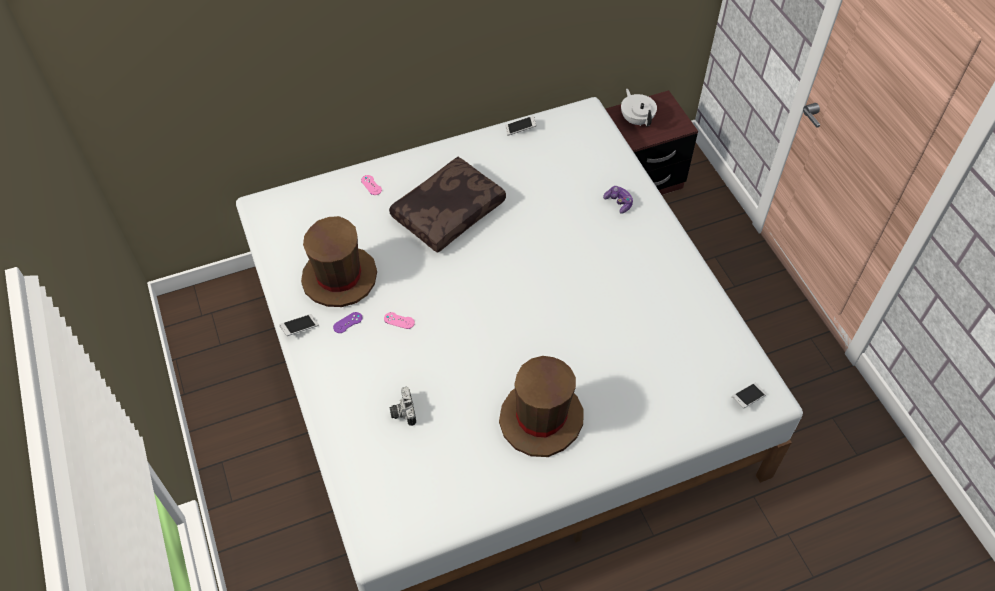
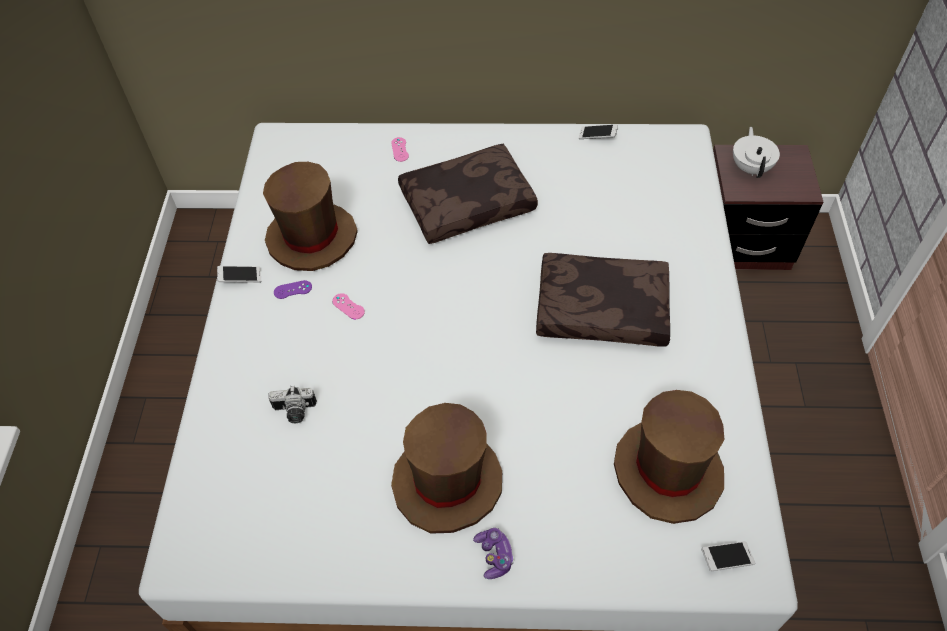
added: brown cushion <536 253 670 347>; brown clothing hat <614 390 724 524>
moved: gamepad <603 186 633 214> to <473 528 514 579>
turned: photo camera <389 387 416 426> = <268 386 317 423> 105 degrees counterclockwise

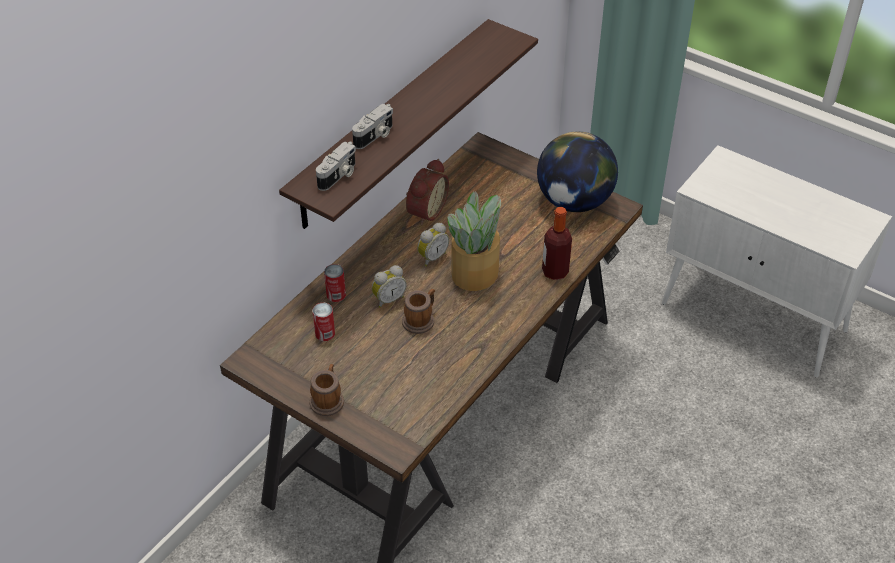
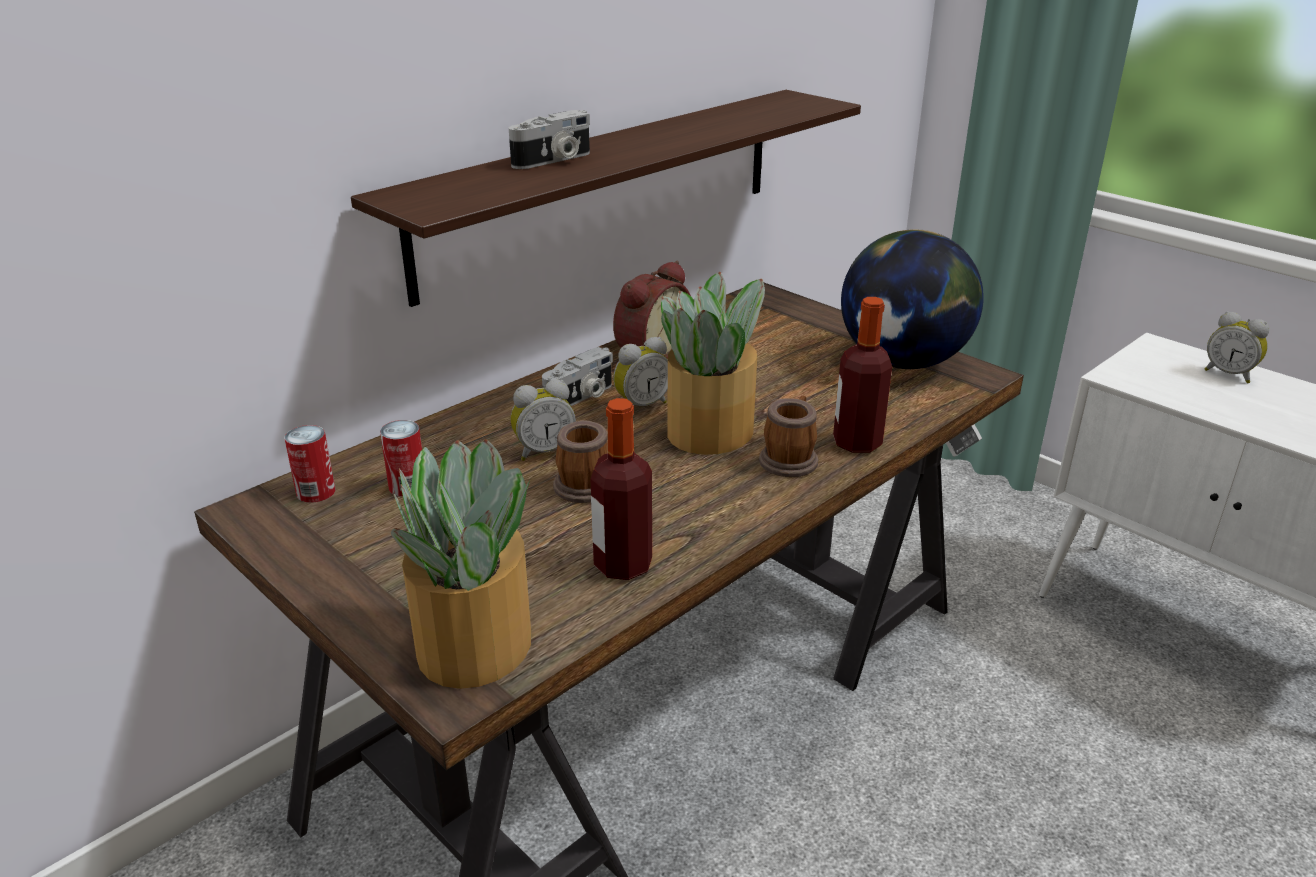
added: potted plant <391 439 531 689>; beverage bottle <590 398 652 580>; bedside clock <1205 311 1269 383>
moved: tea mug <310 364 344 416> to <759 396 818 477>; photo camera <316 142 356 191> to <542 347 613 406>; metal can <324 264 346 302> to <285 425 335 503>

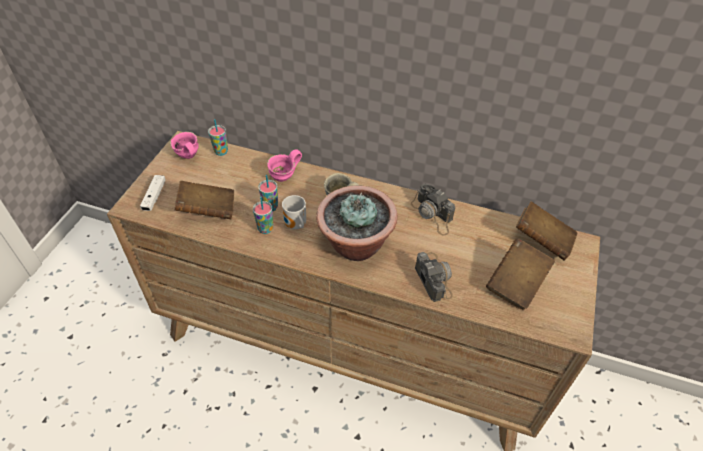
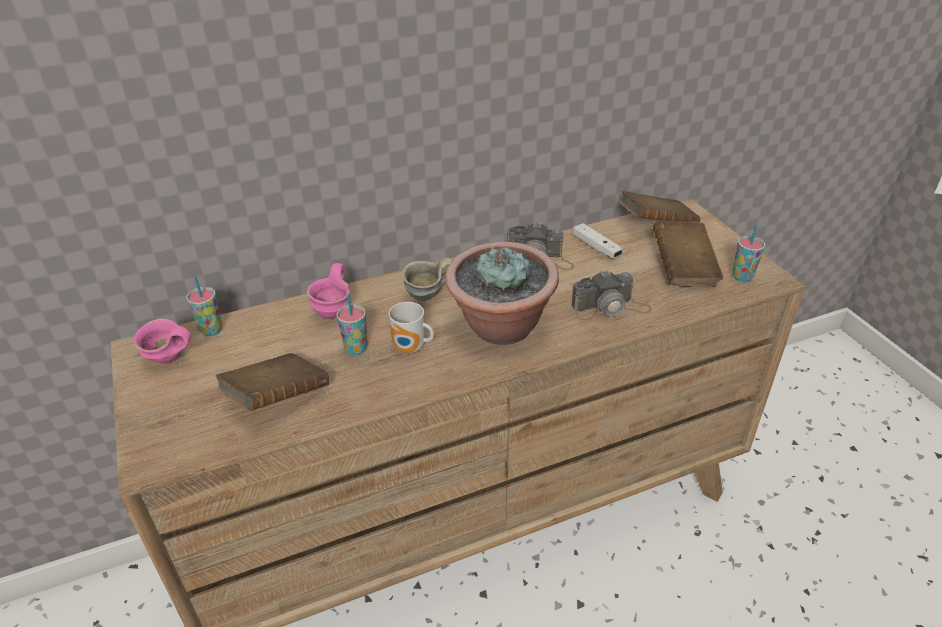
moved: white gamepad <140 175 166 211> to <573 223 623 259>; drinking cup <253 197 273 234> to <732 224 765 282>
turned: photo camera <415 252 453 302> = <571 270 652 320> 135 degrees clockwise

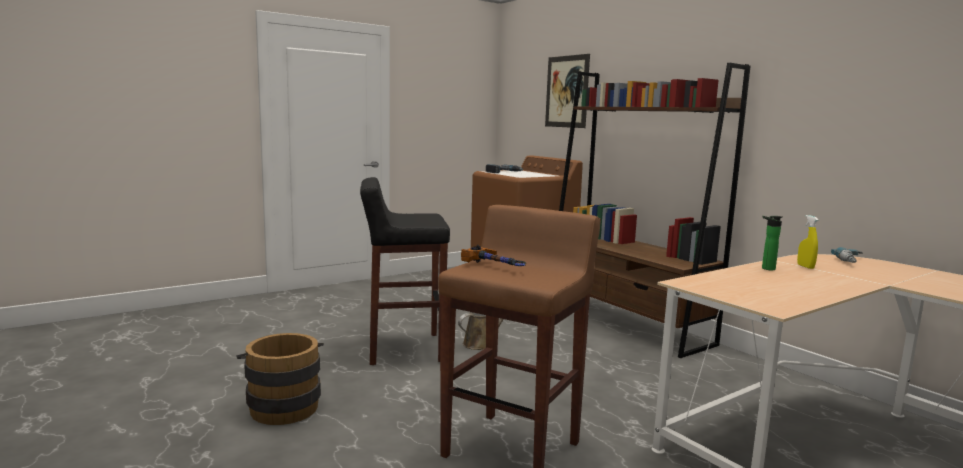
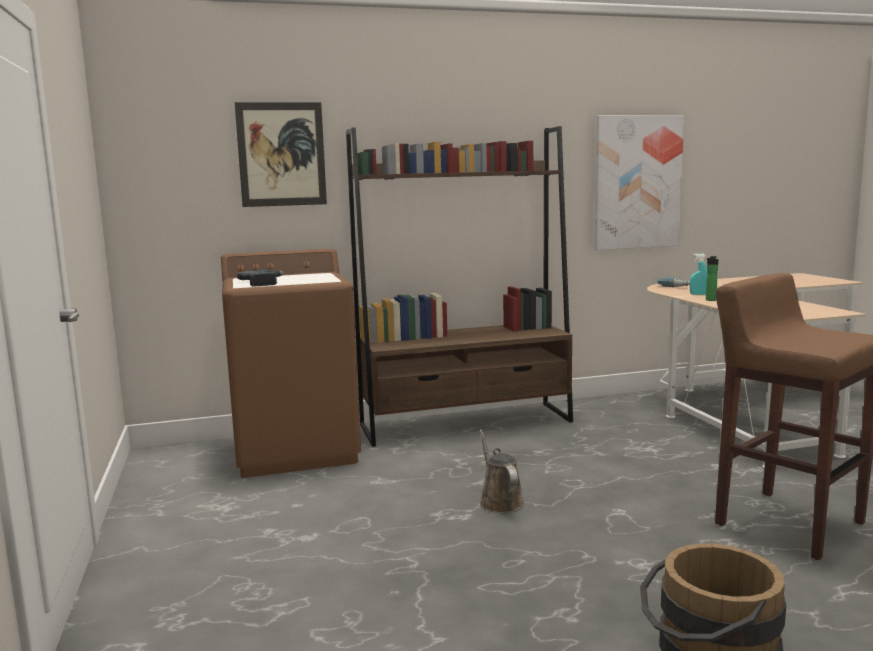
removed: black stool <360 177 450 365>; hammer <461 245 527 266>
added: wall art <595 115 684 250>
recoloured: yellowish spray bottle <797 215 818 269> to turquoise spray bottle <690 253 707 295>

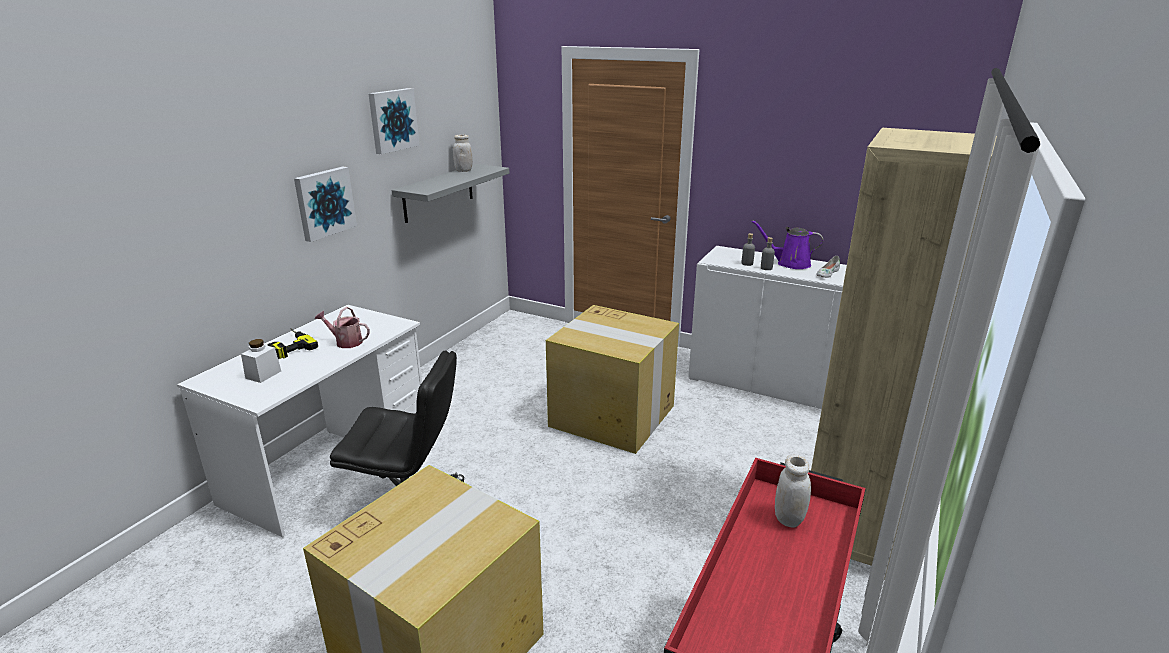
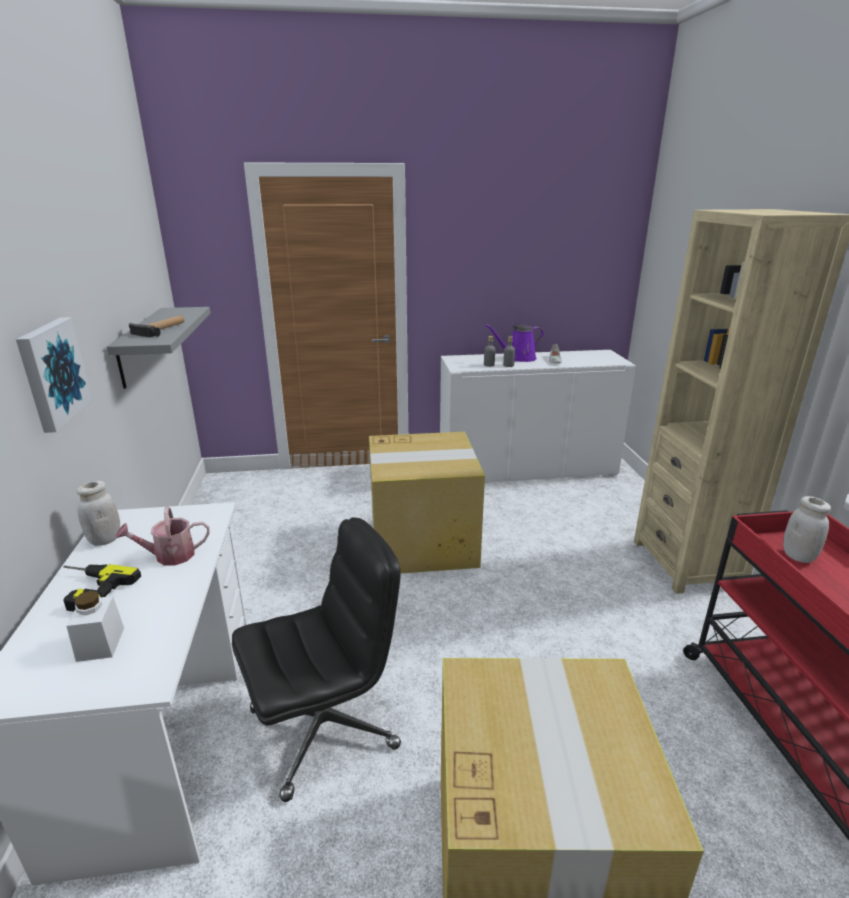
removed: wall art <368 88 419 154>
added: hammer <129 315 184 337>
moved: white preserve jar <453 135 473 172> to <76 481 120 546>

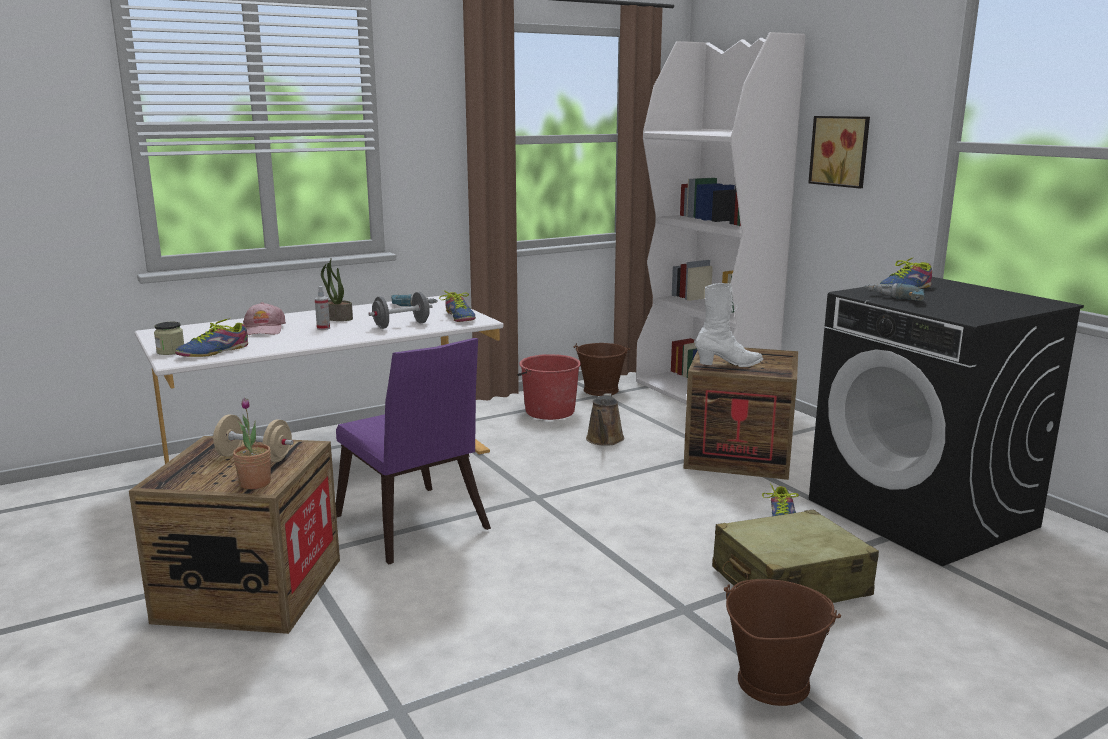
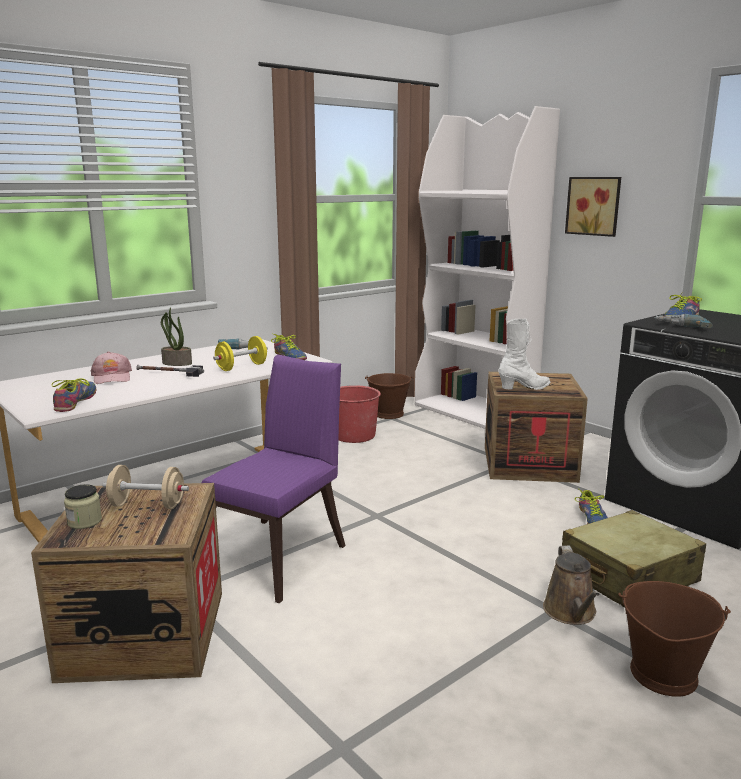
removed: potted plant <233 398 271 489>
moved: preserve jar <154 322 184 355> to <64 484 102 529>; brown watering pot <586 393 625 446> to <543 545 600 625>
replaced: spray bottle <315 286 330 330> to hammer <136 365 204 377>
recoloured: gray hand weight <368 292 432 329> to yellowish hand weight <213 336 268 371>
turned: shoe <175 318 248 357> = <51 378 96 412> 150 degrees clockwise; purple plain chair <336 338 491 564> = <201 354 346 603> 105 degrees counterclockwise

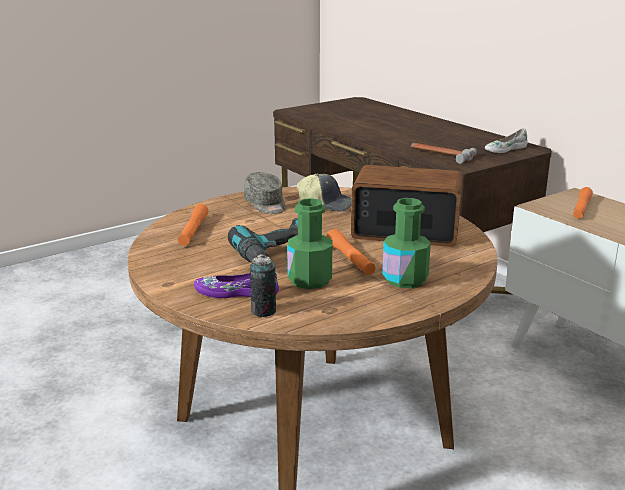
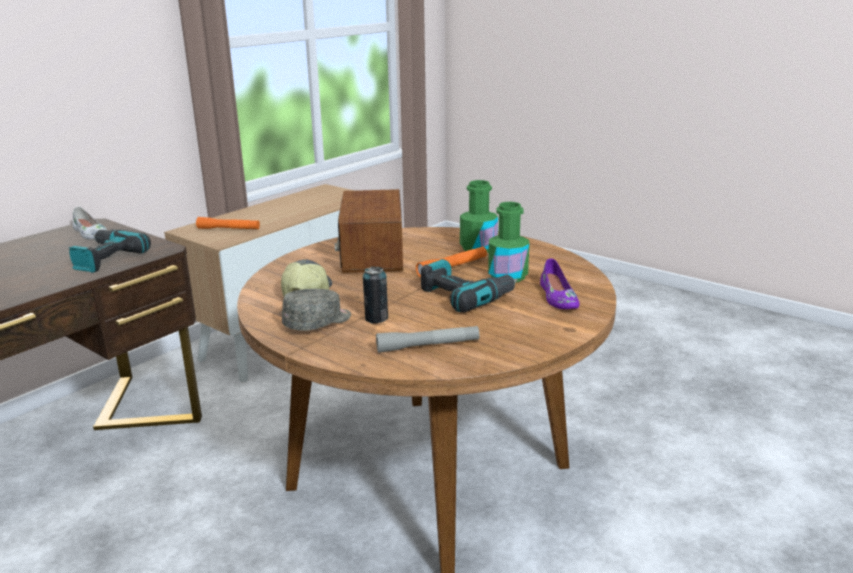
moved: metal can <250 256 276 317> to <363 266 388 323>
replaced: hammer <411 143 477 164> to electric drill <69 229 151 273>
recoloured: orange torch <178 204 209 246> to gray torch <376 326 479 353>

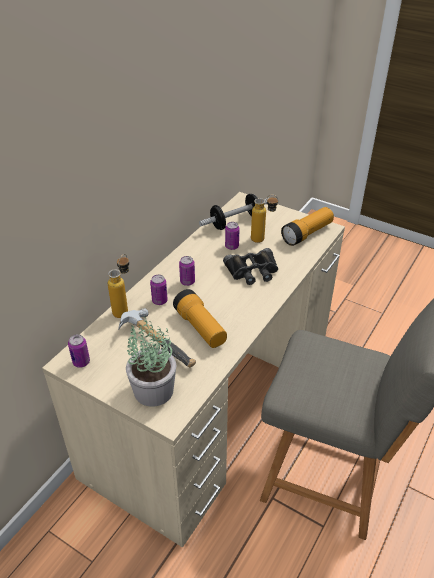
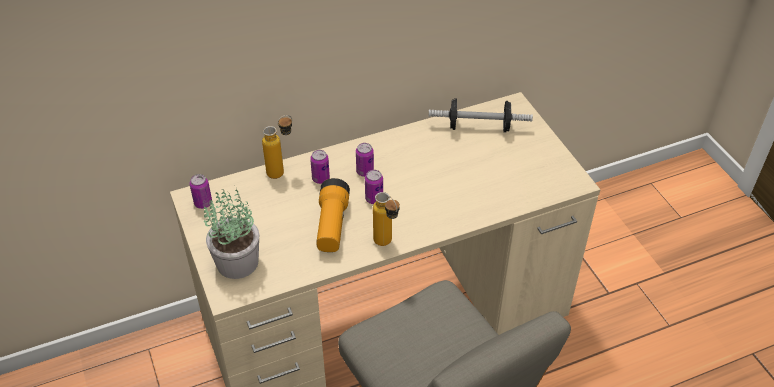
removed: hammer <118 308 196 367>; black binoculars <223 248 278 285>; torch <281 207 334 246>
moved: metal can <225 222 240 250> to <365 170 383 204>; beverage bottle <251 195 279 243> to <373 192 400 246>

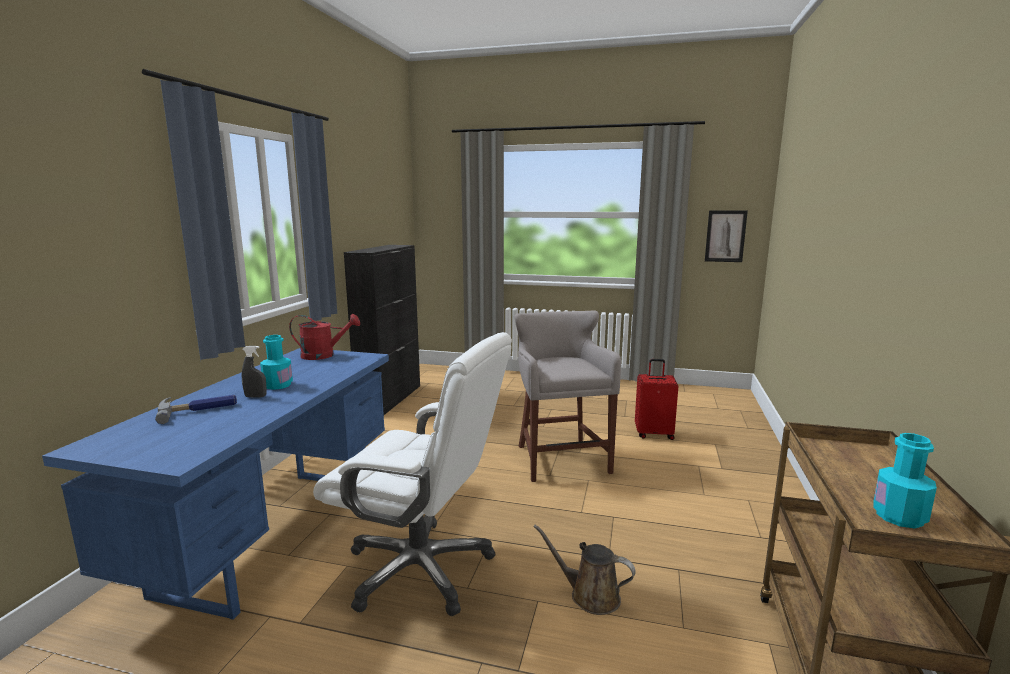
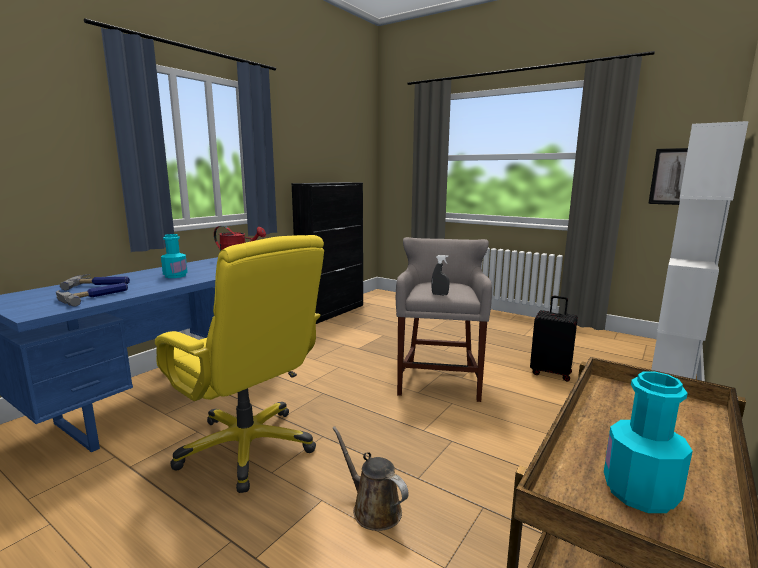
added: hammer <56 283 128 307>; white bookshelf <651 121 749 379>
moved: gray spray bottle <242 346 267 397> to <432 255 450 295>
recoloured: white computer chair <313 332 512 616> to yellowish computer chair <155 235 324 493>; red-coloured suitcase <635 359 678 440> to black suitcase <530 296 578 382>

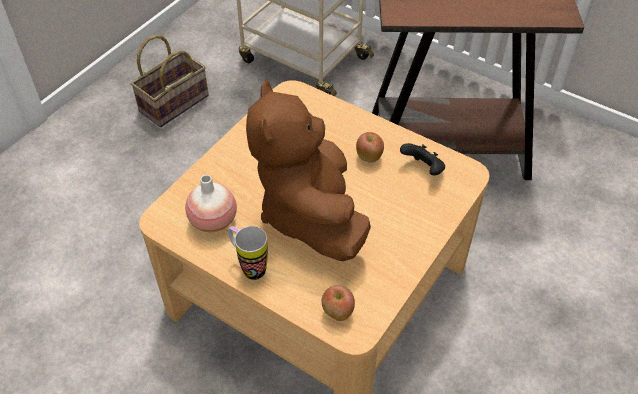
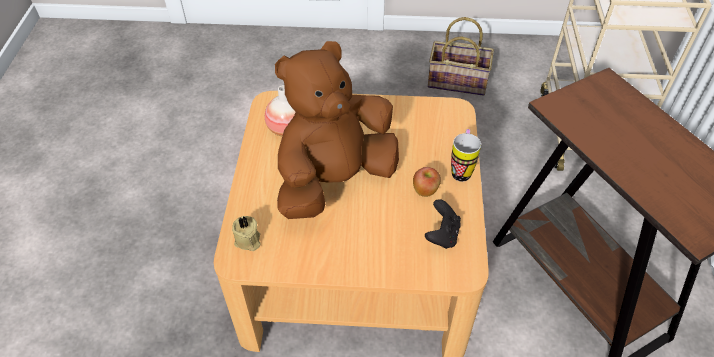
moved: tea mug <228 226 268 280> to <451 129 481 182>
replaced: apple <322 285 355 321> to beige wax light <232 216 260 251>

